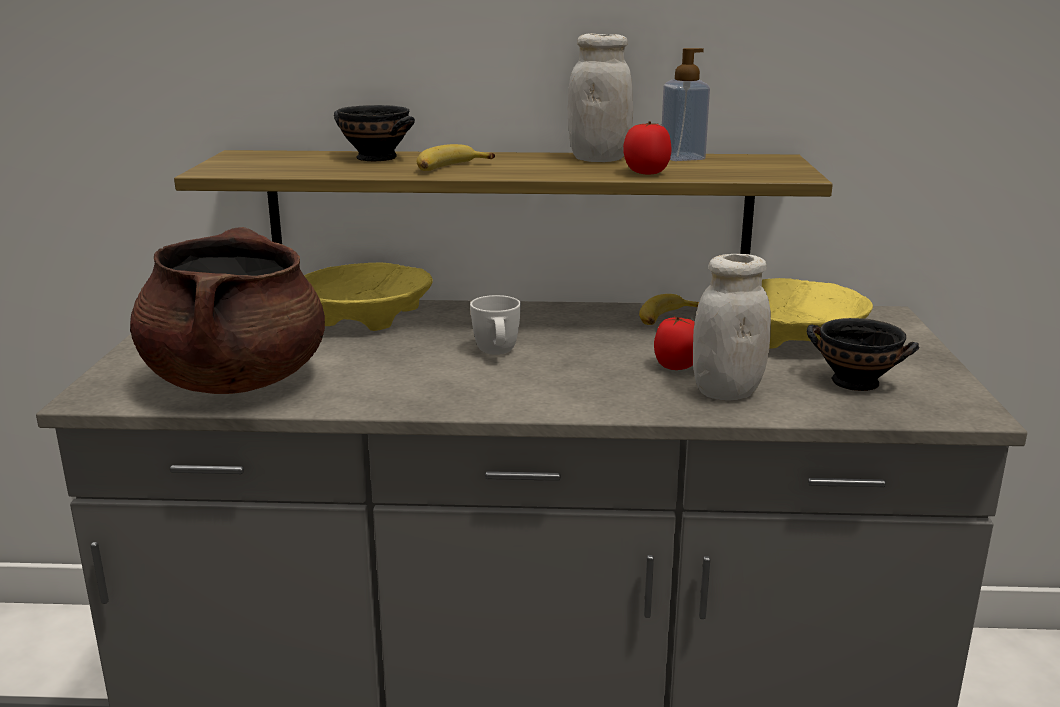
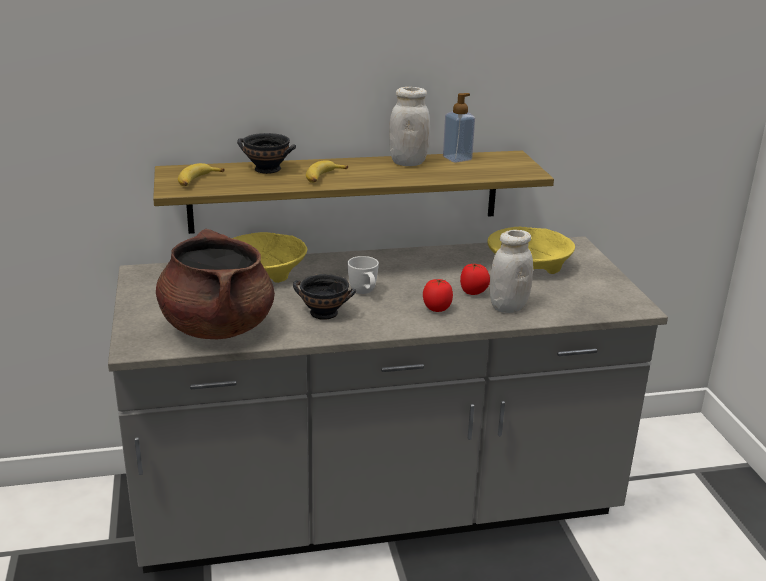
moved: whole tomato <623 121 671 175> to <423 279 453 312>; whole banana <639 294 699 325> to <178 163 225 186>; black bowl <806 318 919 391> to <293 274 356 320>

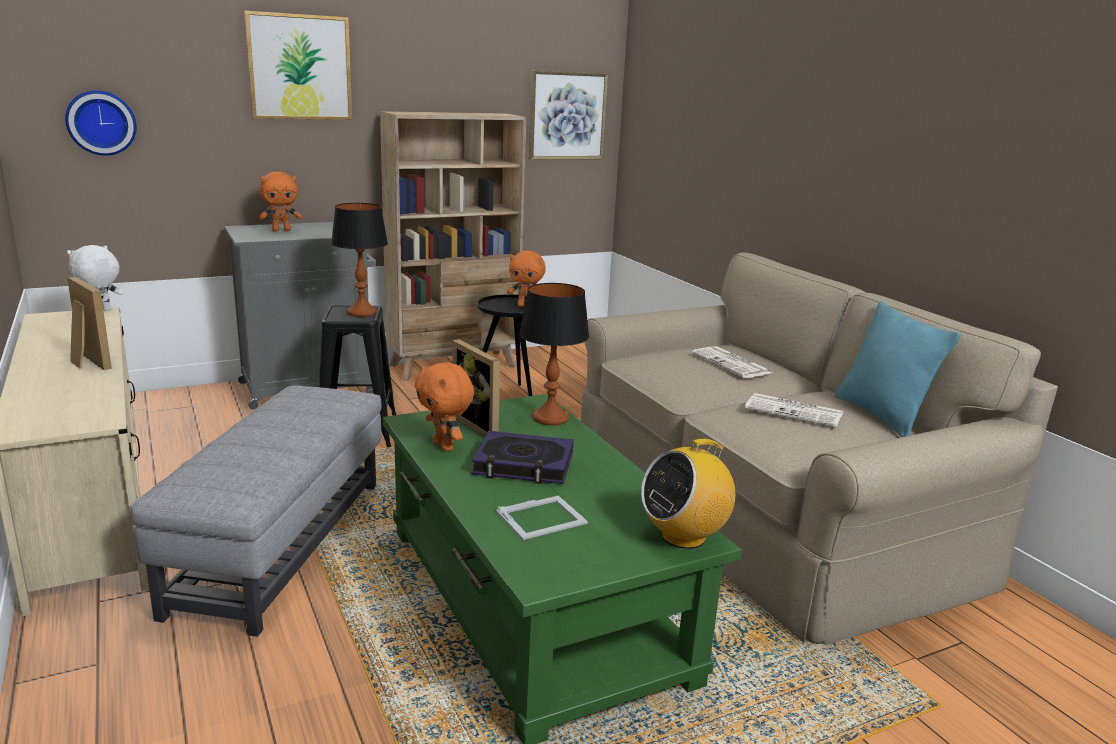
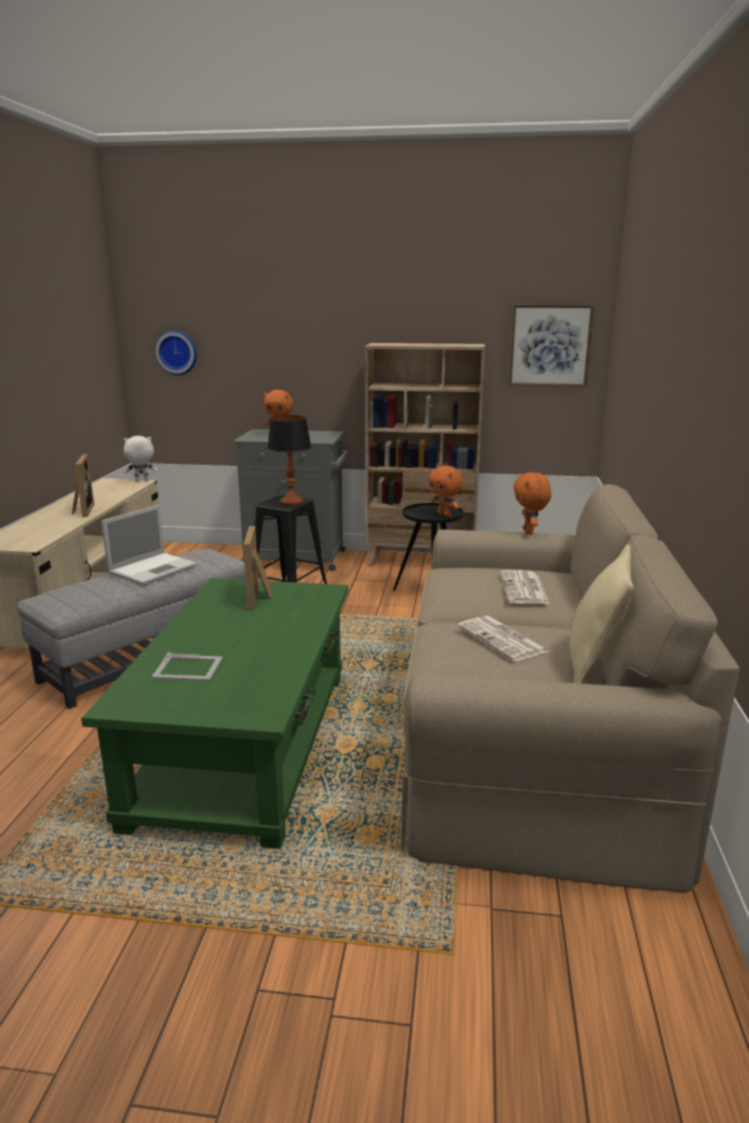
removed: wall art <244 11 352 120>; bound book <471 431 574 484>; lamp for a table <519 283 589 425>; radio receiver <641 439 735 549>
added: notebook computer <101 505 198 585>
moved: orange soft toy <415 362 474 451> to <513 472 552 535>
recoloured: turquoise cushion <834 301 961 437> to beige cushion <569 544 634 684>

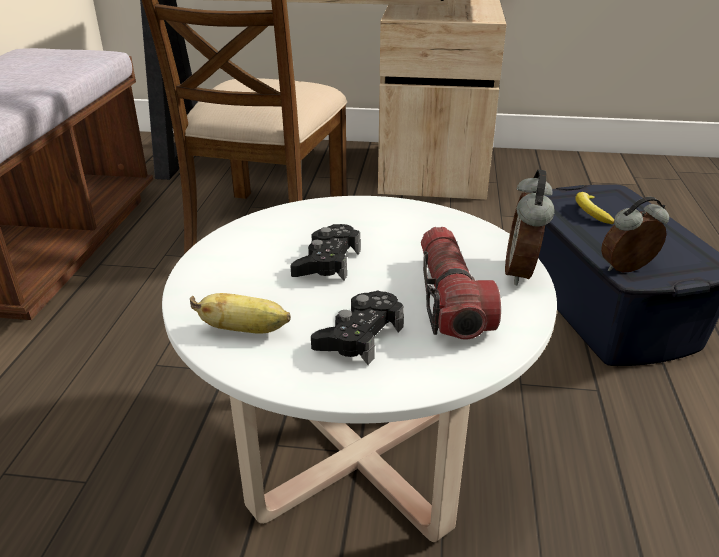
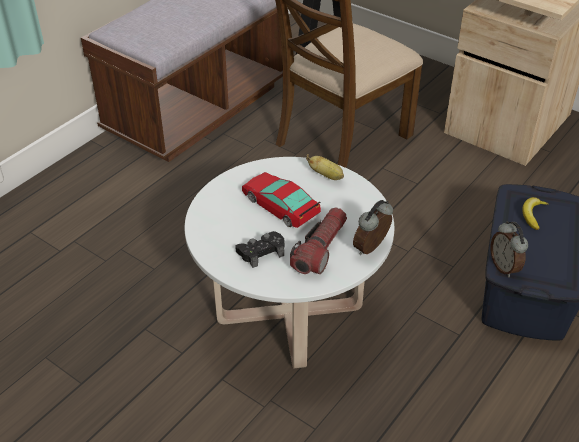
moved: whole banana <190 293 291 334> to <306 154 344 180>
replaced: black gamepad <290 224 361 281> to miniature car <242 172 321 228>
turned: bedside clock <601 197 669 272> = <491 221 528 278> 120 degrees counterclockwise

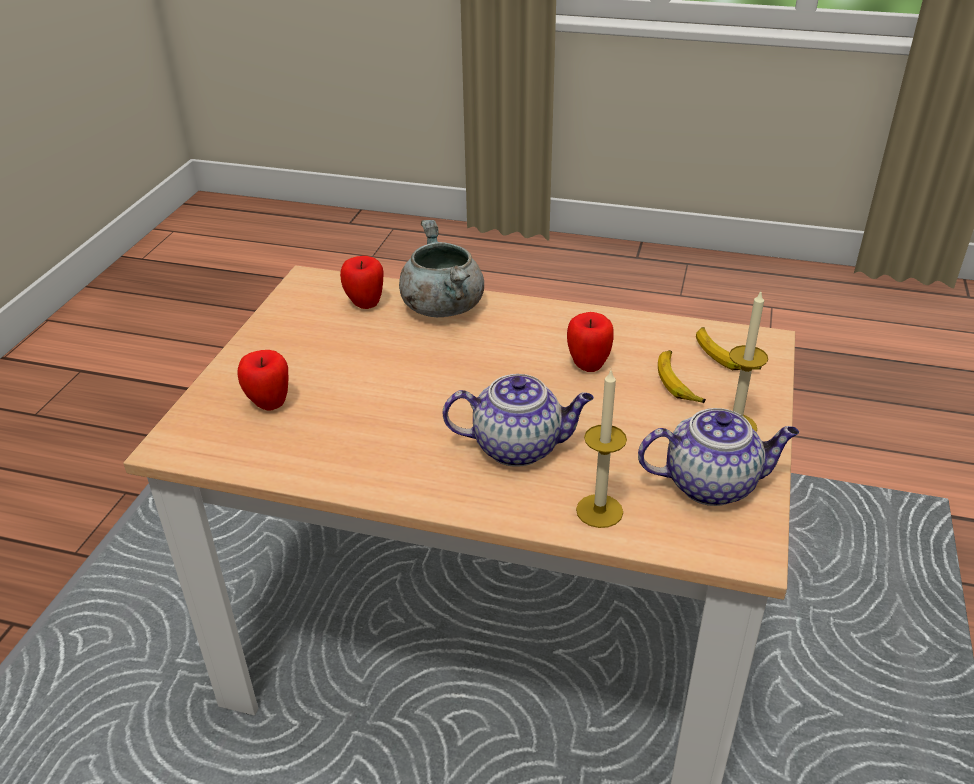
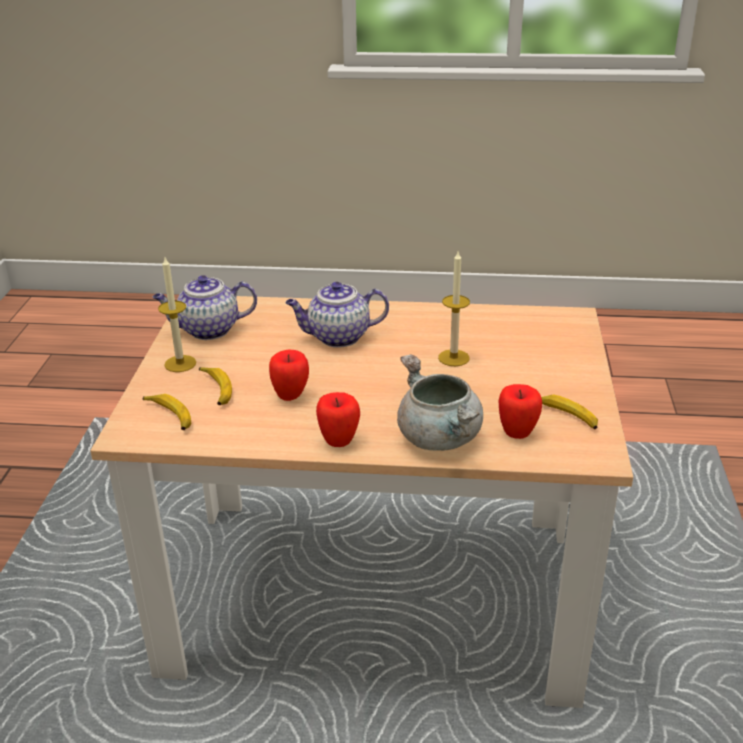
added: whole banana <541 394 598 429>
moved: apple <237 350 288 410> to <316 392 360 447>; wax light <576 370 627 528> to <438 252 470 366>

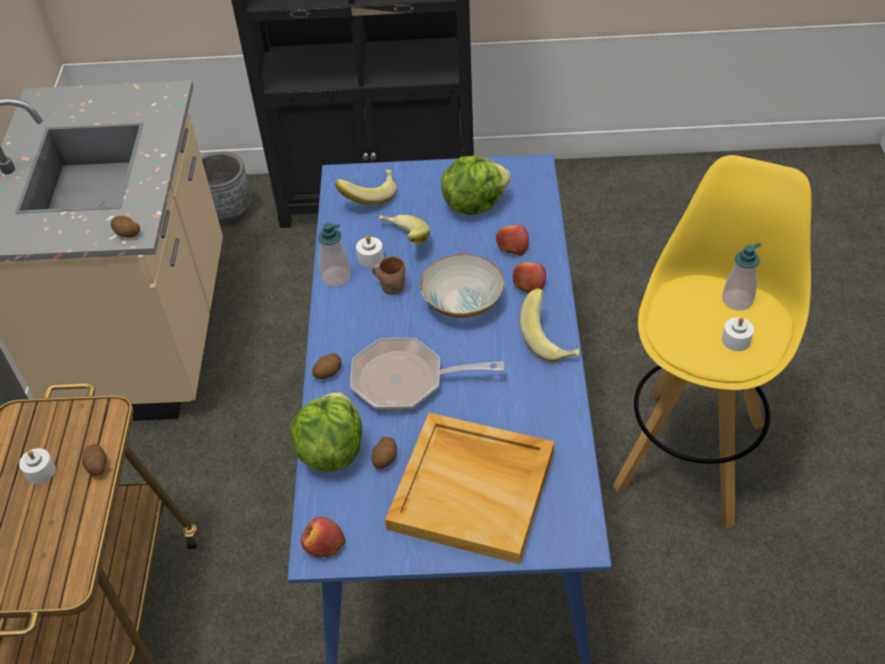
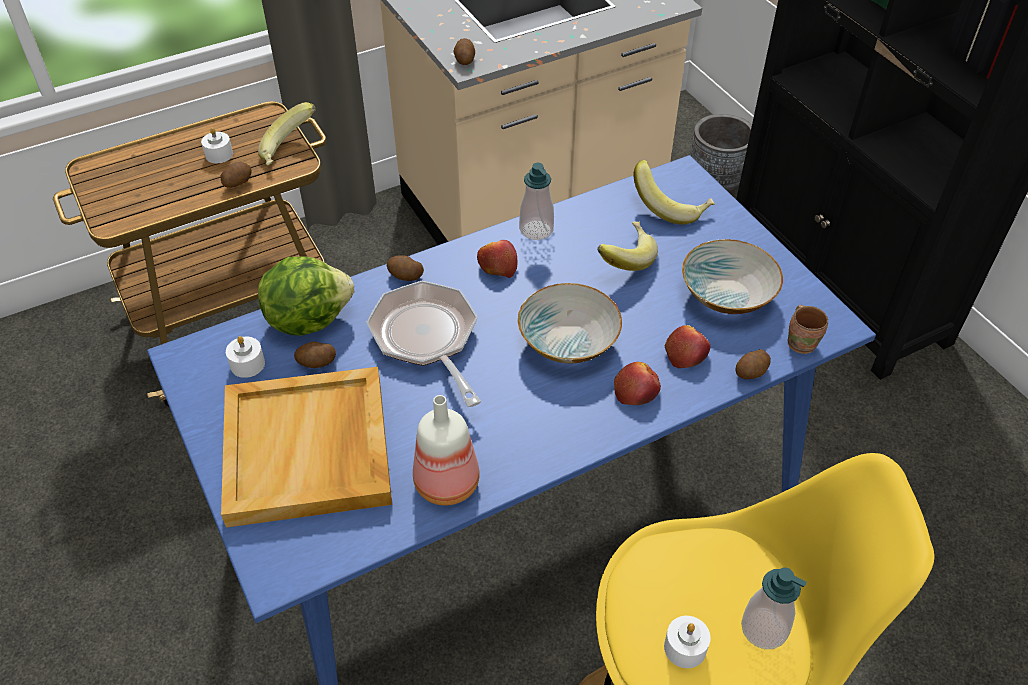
added: beverage bottle <413 395 480 506>; spud <736 349 771 379>
moved: apple <301 517 346 557> to <477 240 517 278>; white wax light <356 235 384 268> to <226 336 265 378>; brown tea mug <372 256 406 295> to <788 305 828 354>; whole banana <520 288 579 362> to <258 102 316 166>
replaced: lettuce head <441 156 511 215> to bowl <682 239 783 314>

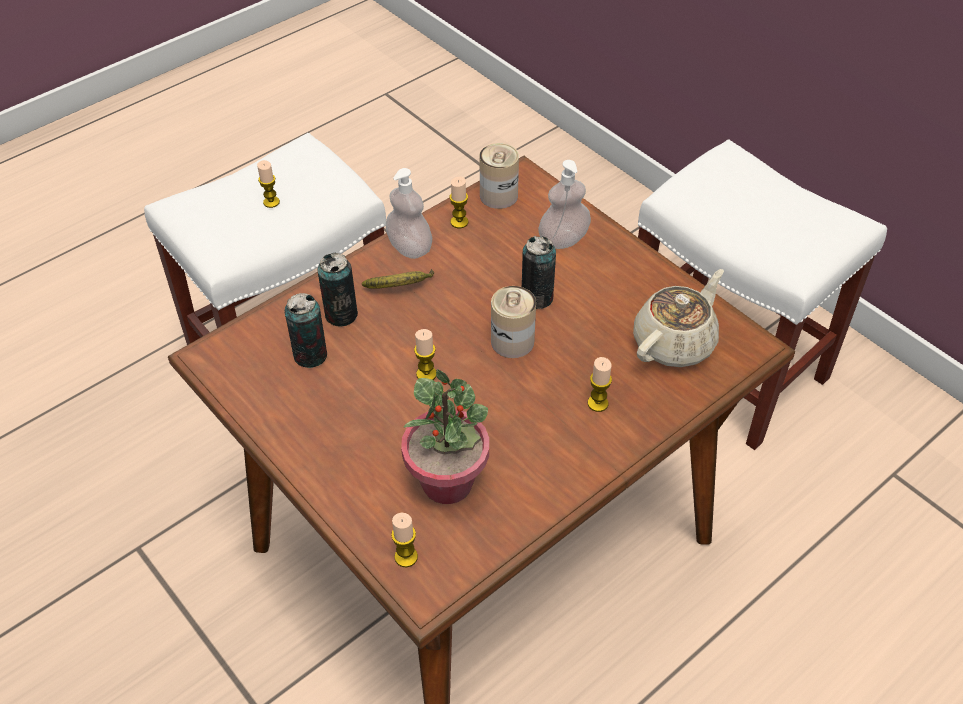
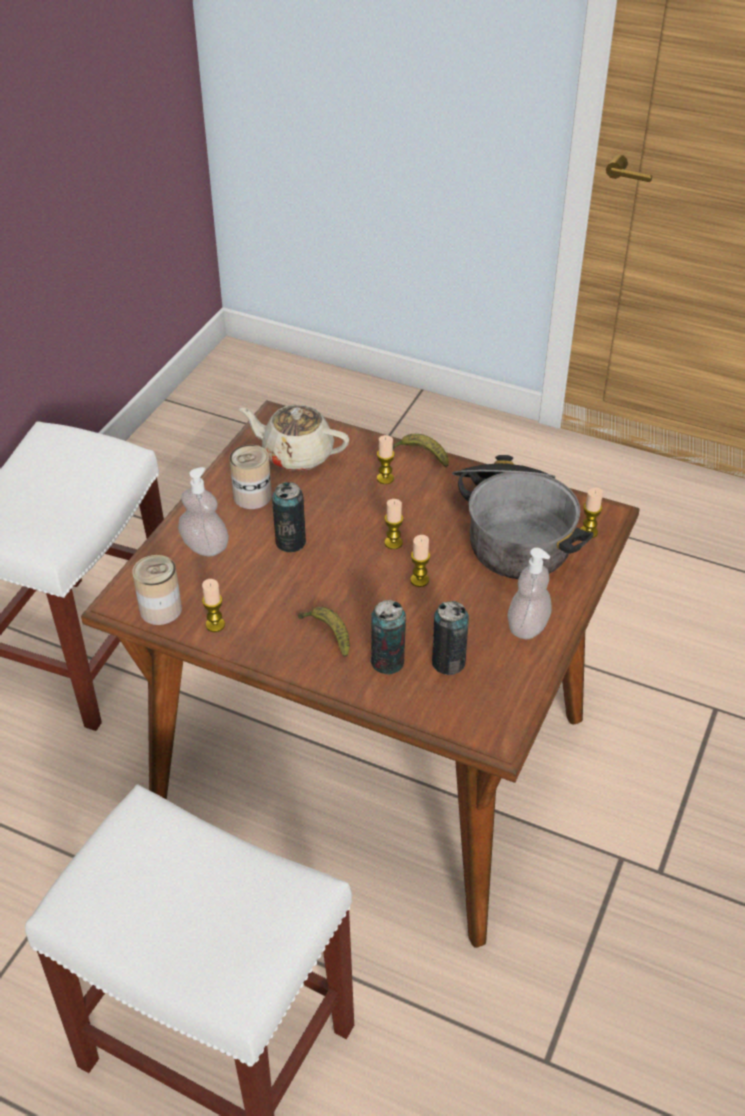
added: whole banana <393 434 449 467>
moved: wax light <257 160 280 208> to <385 499 403 549>; soap dispenser <386 168 432 259> to <508 548 552 639>; metal can <491 286 536 358> to <229 445 272 509>
replaced: potted plant <401 369 489 504> to saucepot <452 455 594 579>

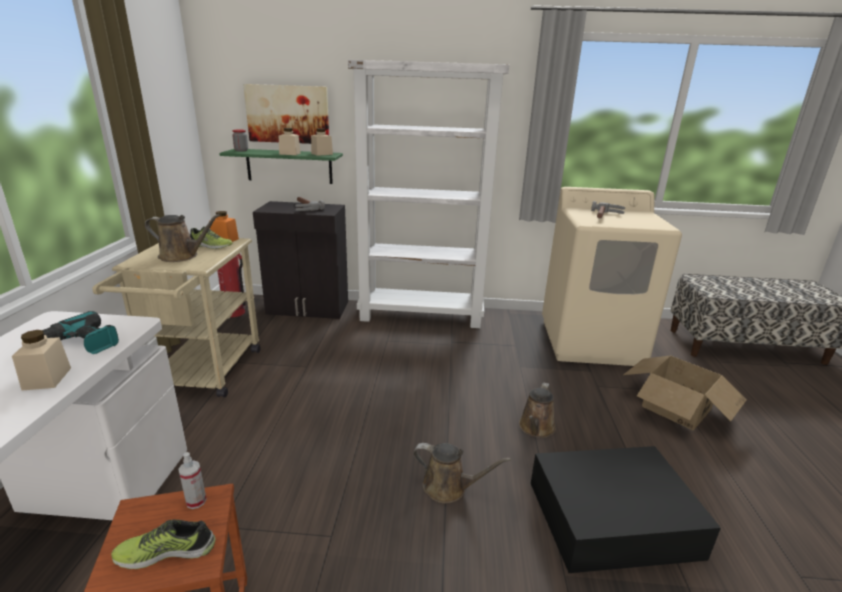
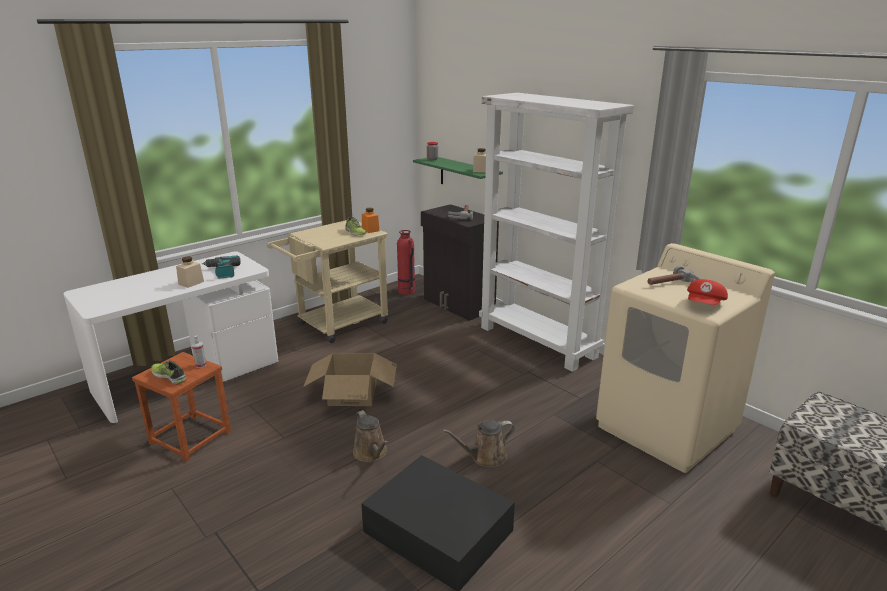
removed: brown watering pot <145 214 220 262>; wall art <243 84 329 144>; beige preserve jar <279 128 301 155>
added: red-coloured baseball cap <687 279 728 305>
moved: carton <623 356 747 430> to <303 353 397 406>

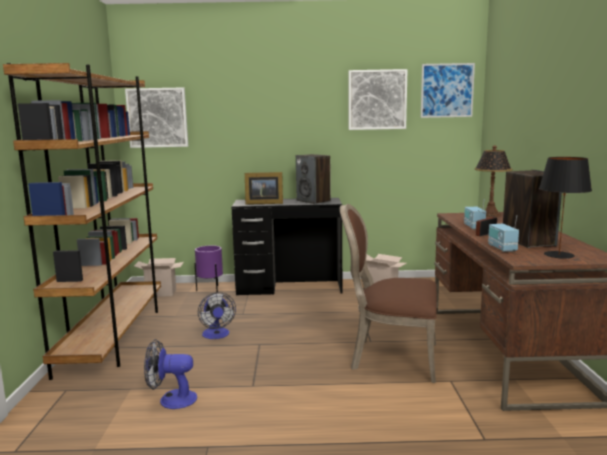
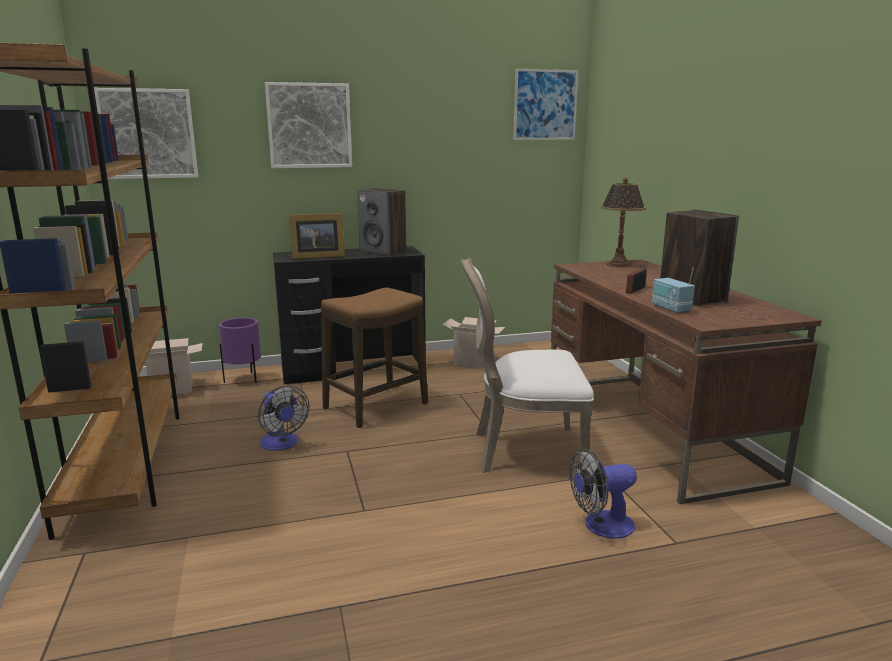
removed: radio receiver <464 199 486 230>; black lamp for a table <539 157 592 259>
added: stool <321 287 428 428>
moved: electric fan <144 339 197 409> to <570 448 637 539>; wall art <348 69 408 130> to <265 82 352 168>
recoloured: brown plain chair <340 204 437 383> to white plain chair <461 258 594 473>

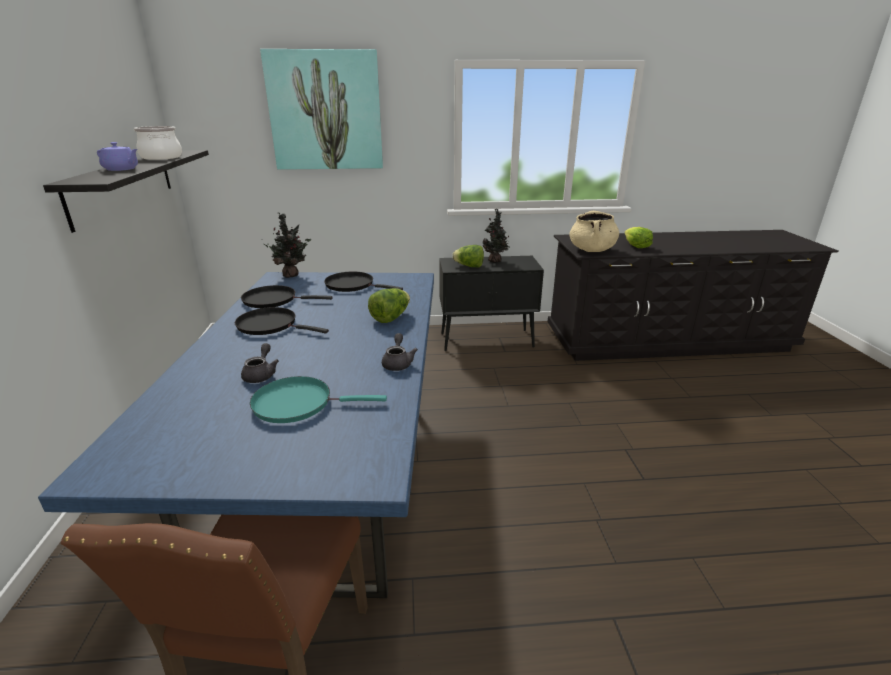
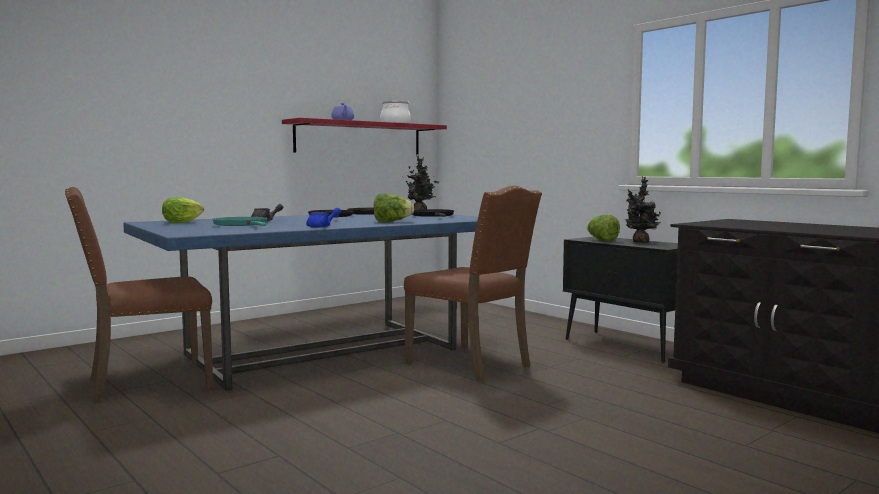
removed: wall art <260 49 383 170>; beige saucepot <569 211 619 252>
added: brown plain chair <404 186 542 382>
moved: lettuce head <624 227 653 248> to <162 197 204 223>
recoloured: black wall shelf <43 150 209 233> to red-coloured wall shelf <282 118 447 155>; gray tea pot <382 333 418 371> to blue-coloured tea pot <306 208 341 228>

